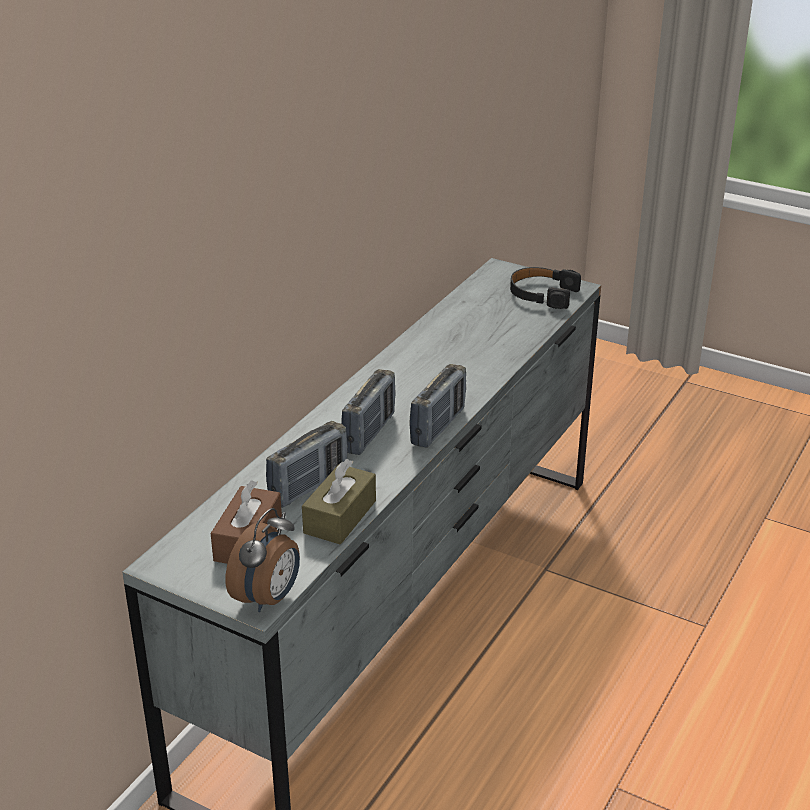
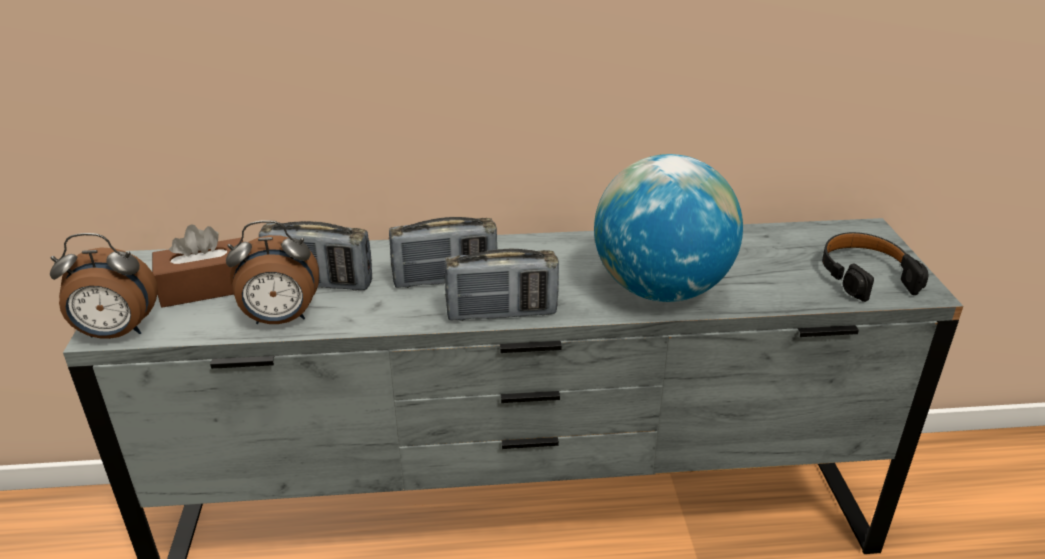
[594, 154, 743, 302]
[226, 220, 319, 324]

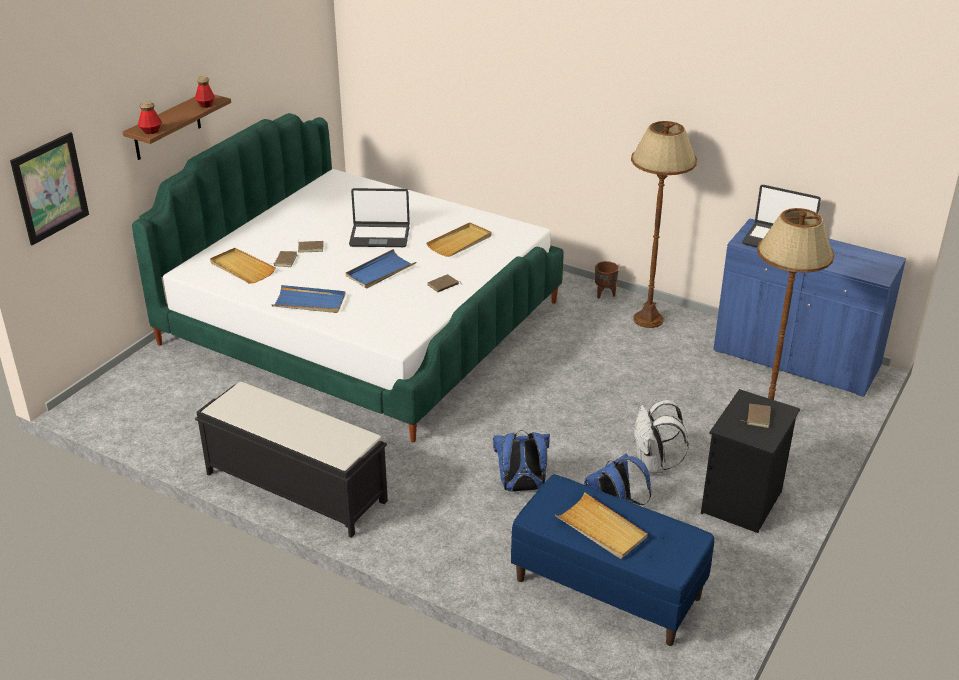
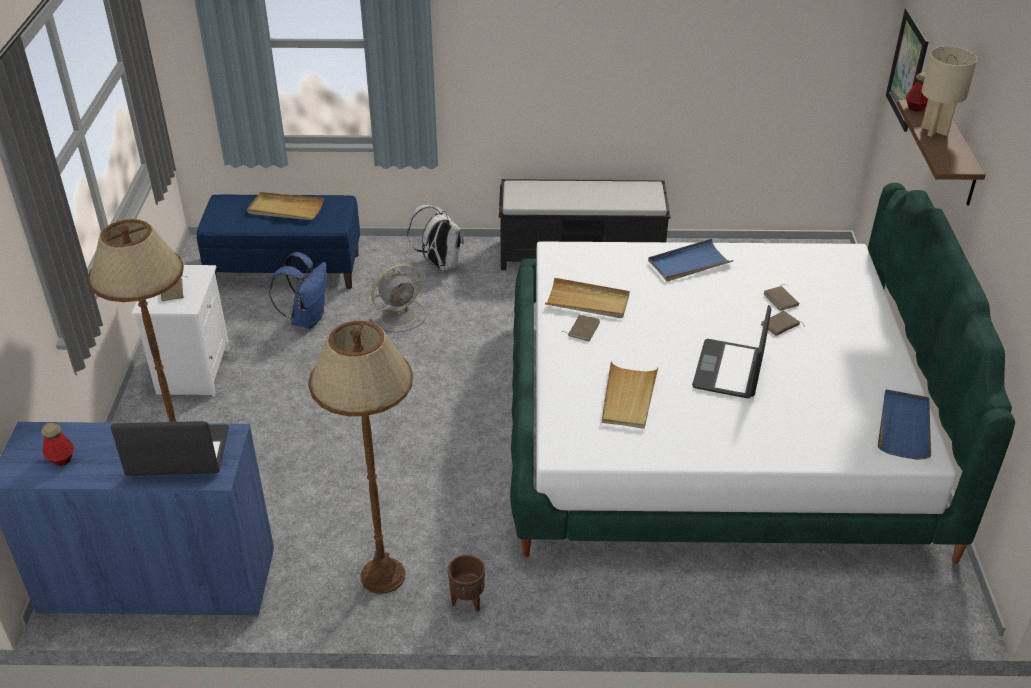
[921, 46, 977, 137]
[41, 423, 74, 466]
[545, 278, 630, 318]
[878, 390, 931, 460]
[407, 205, 464, 271]
[369, 264, 426, 333]
[131, 265, 230, 397]
[692, 305, 771, 398]

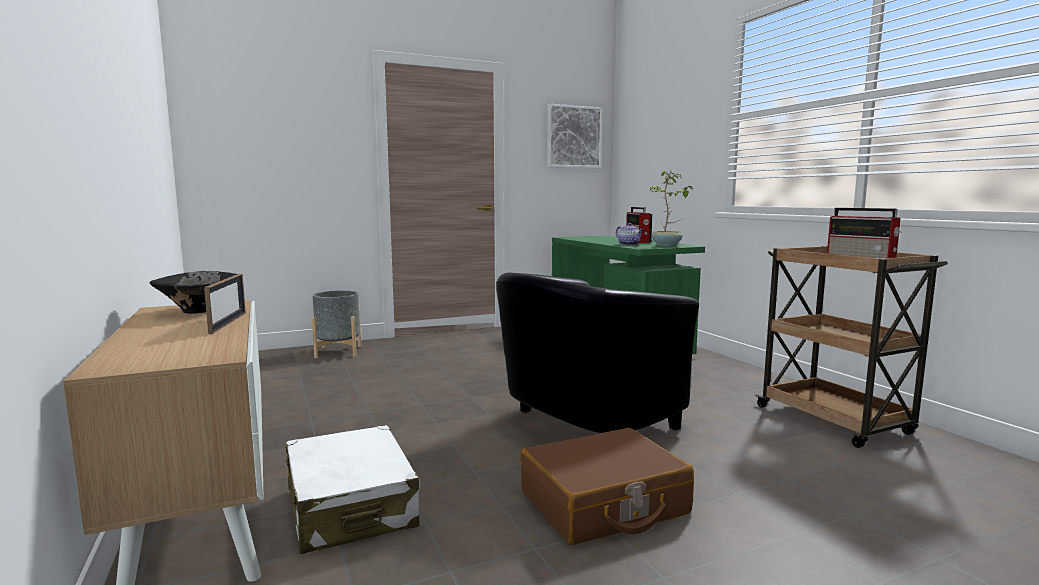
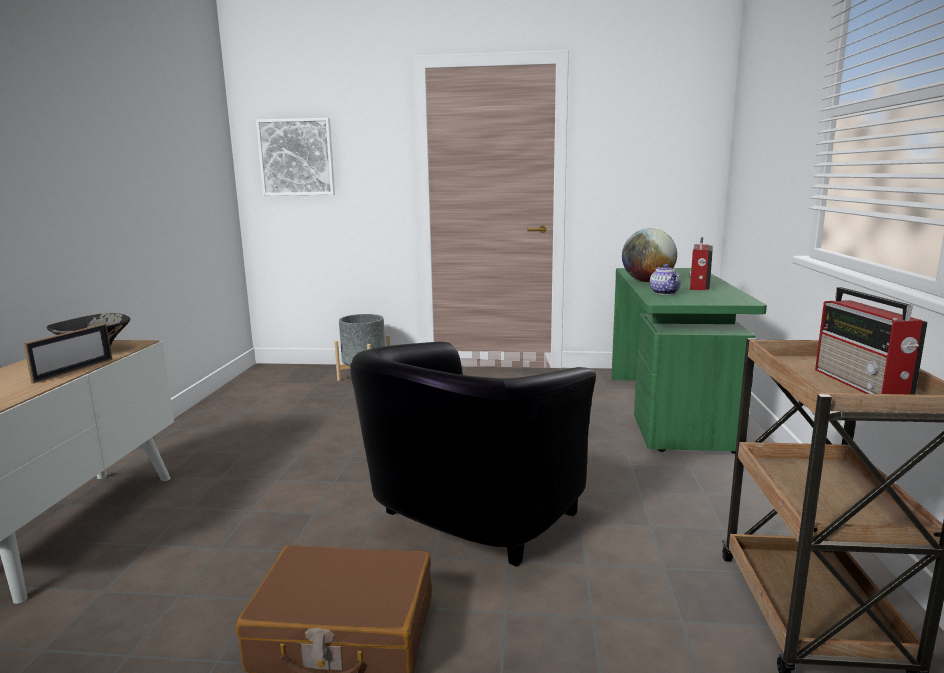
[286, 425, 419, 554] (first image)
[649, 170, 693, 246] (first image)
[622, 228, 677, 282]
[256, 118, 335, 196]
[350, 342, 596, 567]

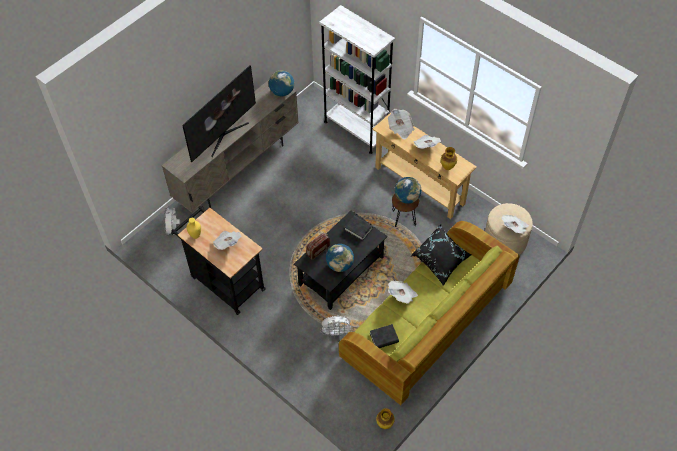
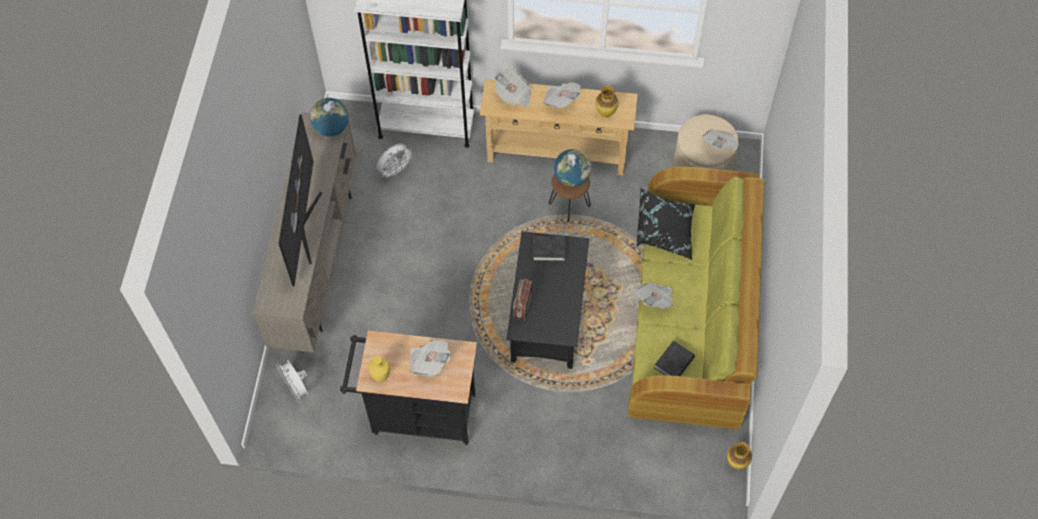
[326, 244, 354, 272] (first image)
[377, 144, 415, 180]

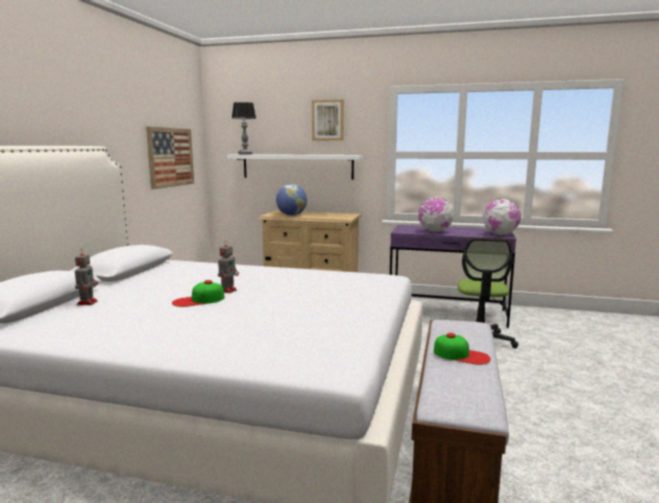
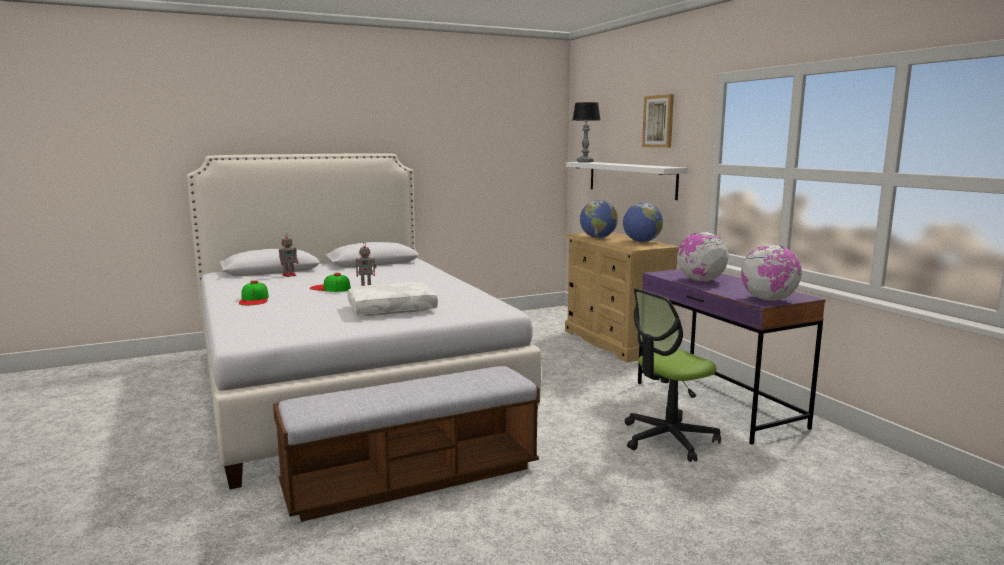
[146, 126, 194, 189] (first image)
[347, 282, 438, 316]
[623, 203, 663, 242]
[239, 280, 269, 305]

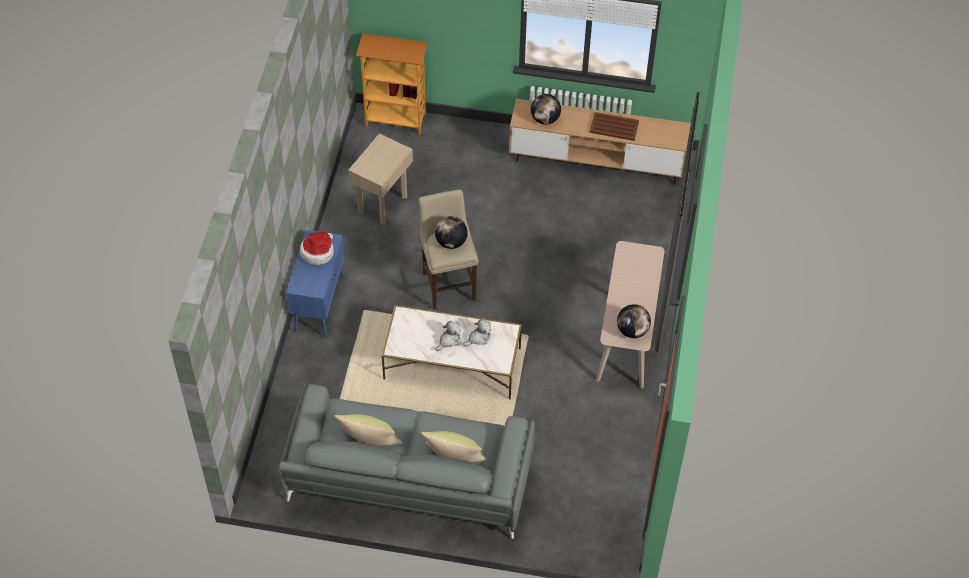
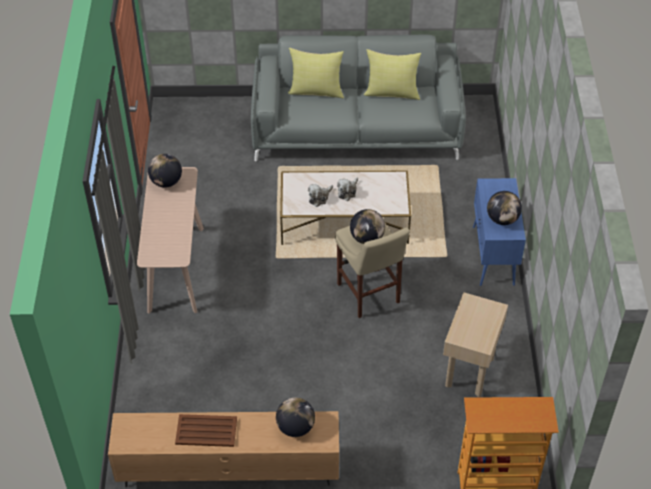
[487, 191, 522, 225]

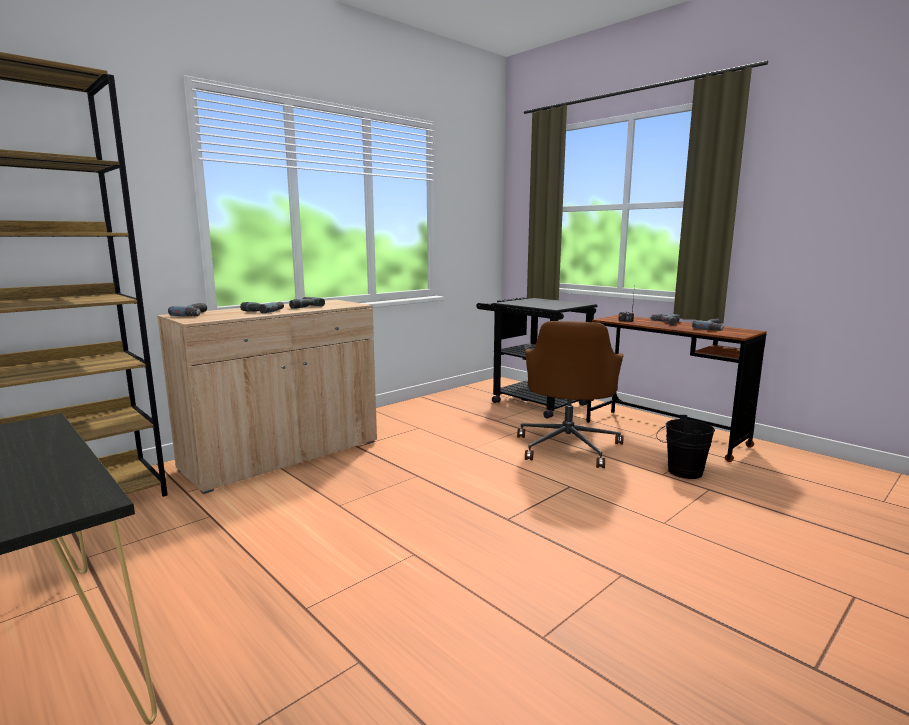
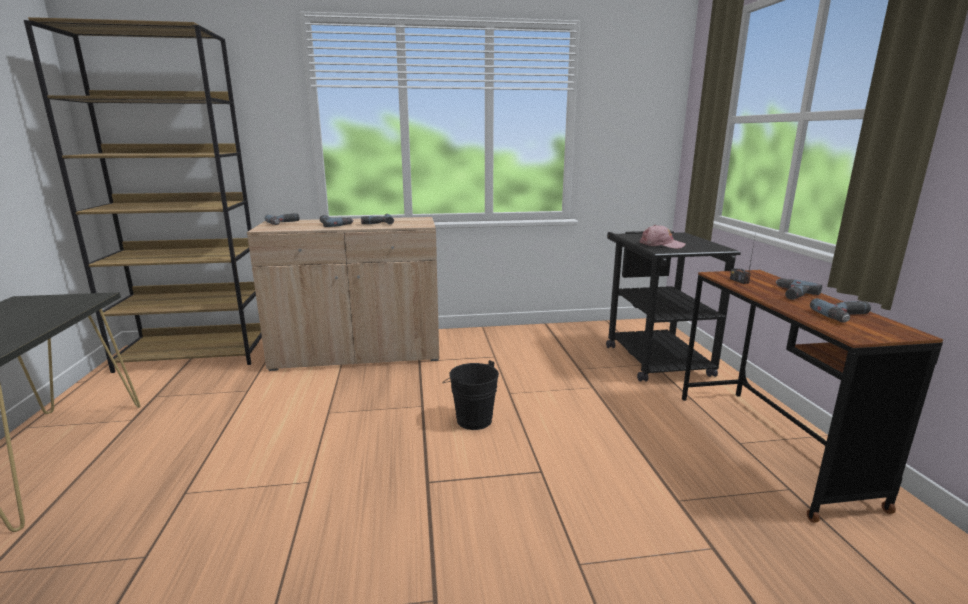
[517, 321, 623, 468] (first image)
[640, 225, 686, 249]
[442, 360, 499, 430]

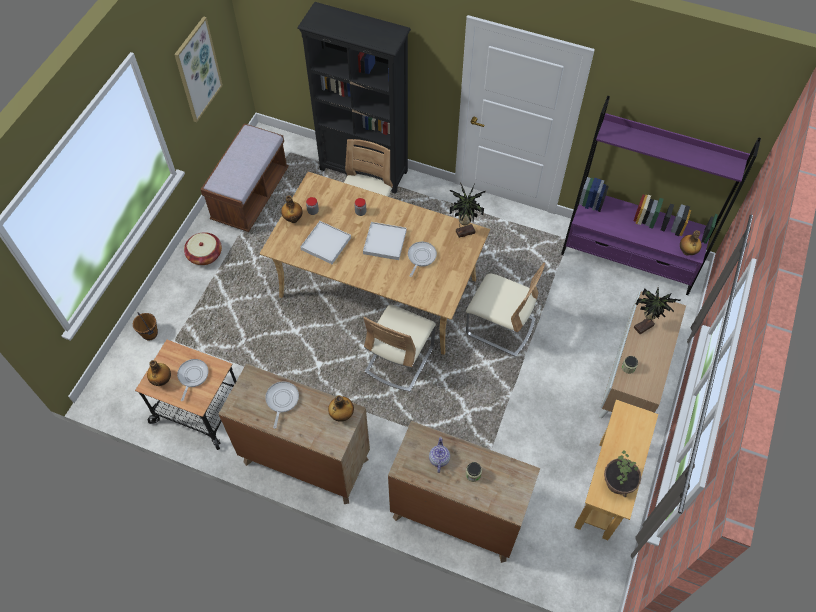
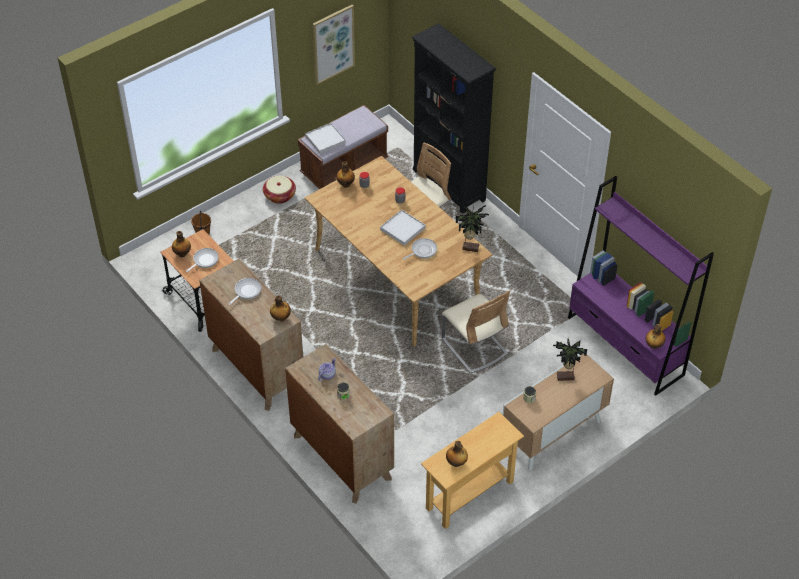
[364, 304, 436, 392] (first image)
[305, 123, 346, 154]
[446, 441, 468, 467]

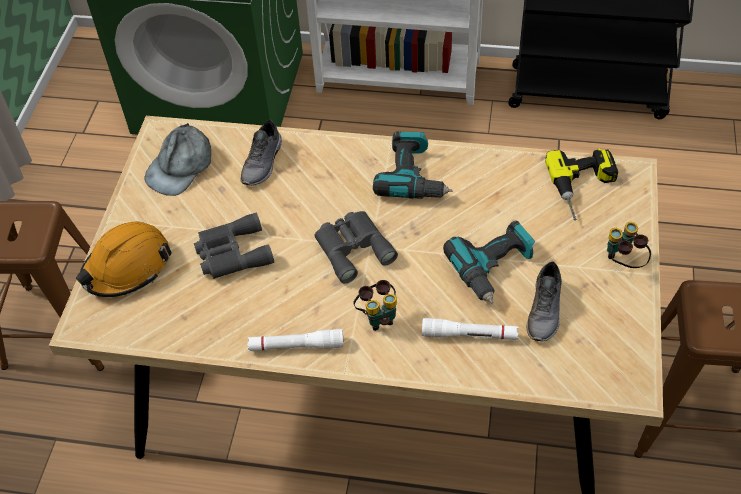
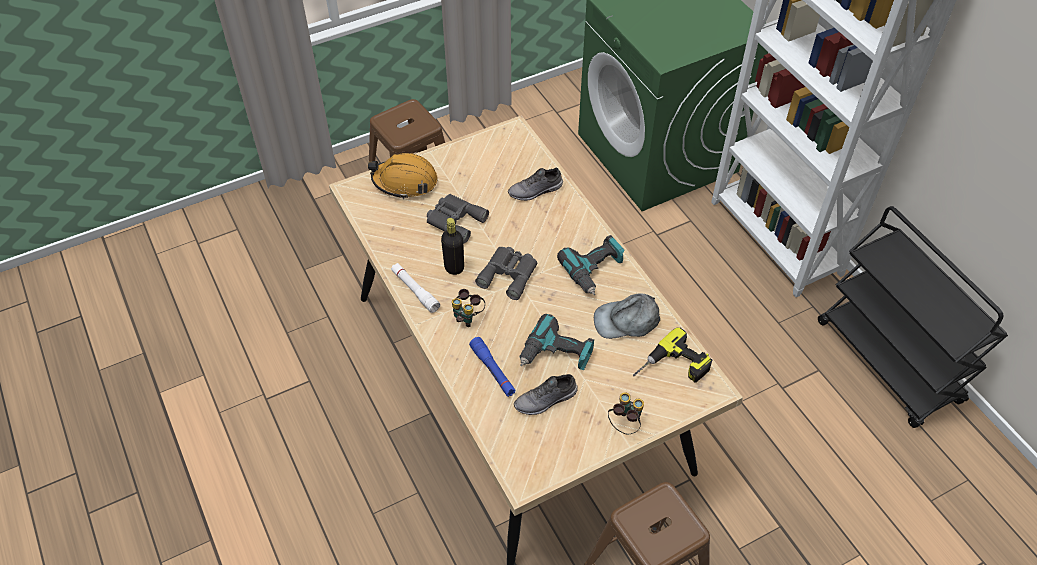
[441, 218, 464, 275]
[594, 293, 660, 339]
[469, 337, 516, 397]

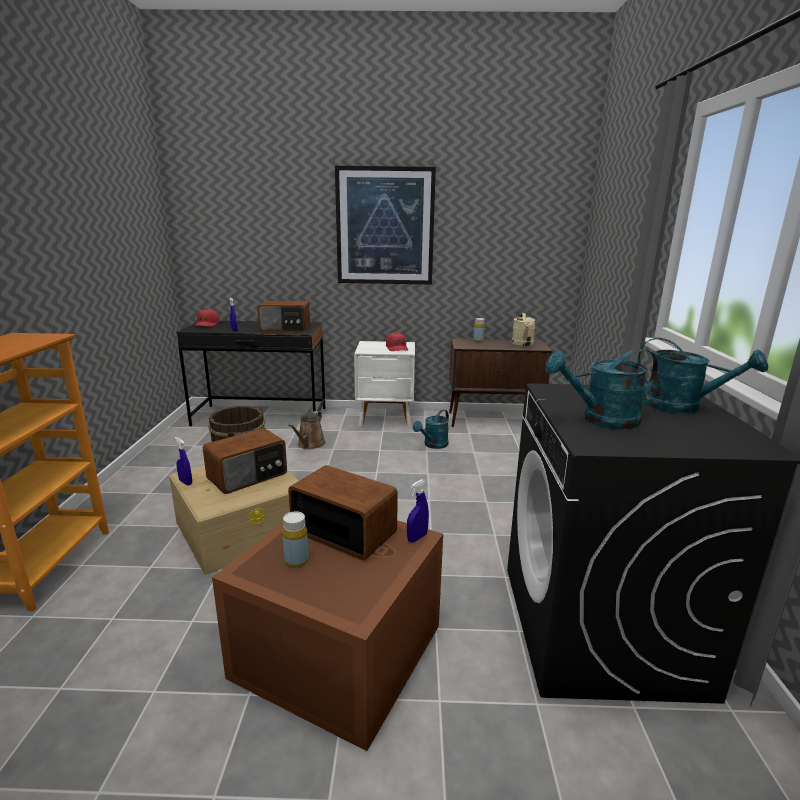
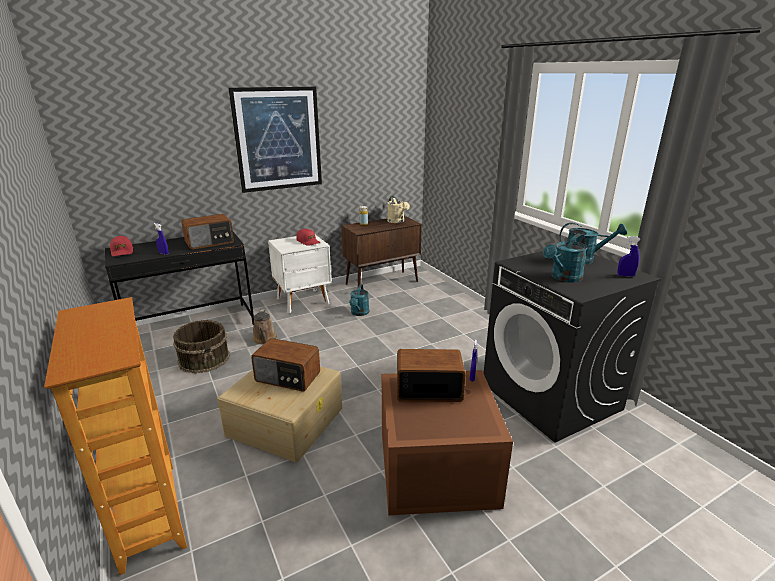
[283, 511, 309, 568] (first image)
[617, 236, 641, 277]
[251, 338, 320, 392]

